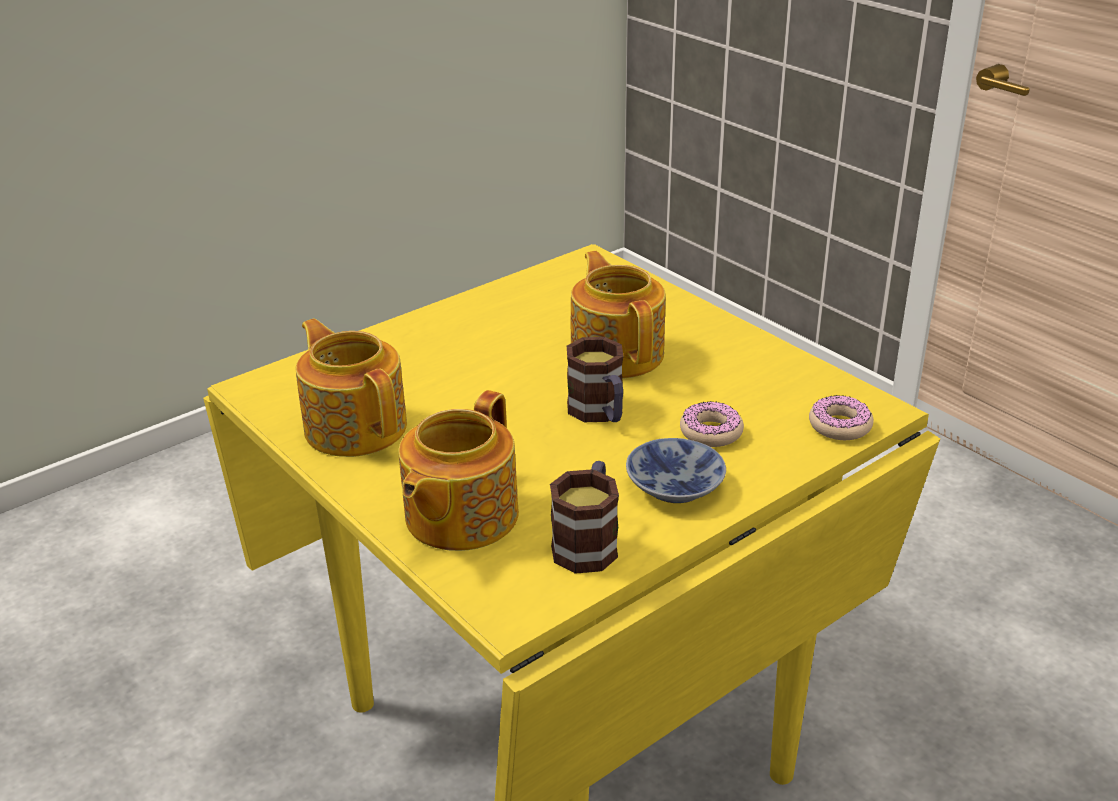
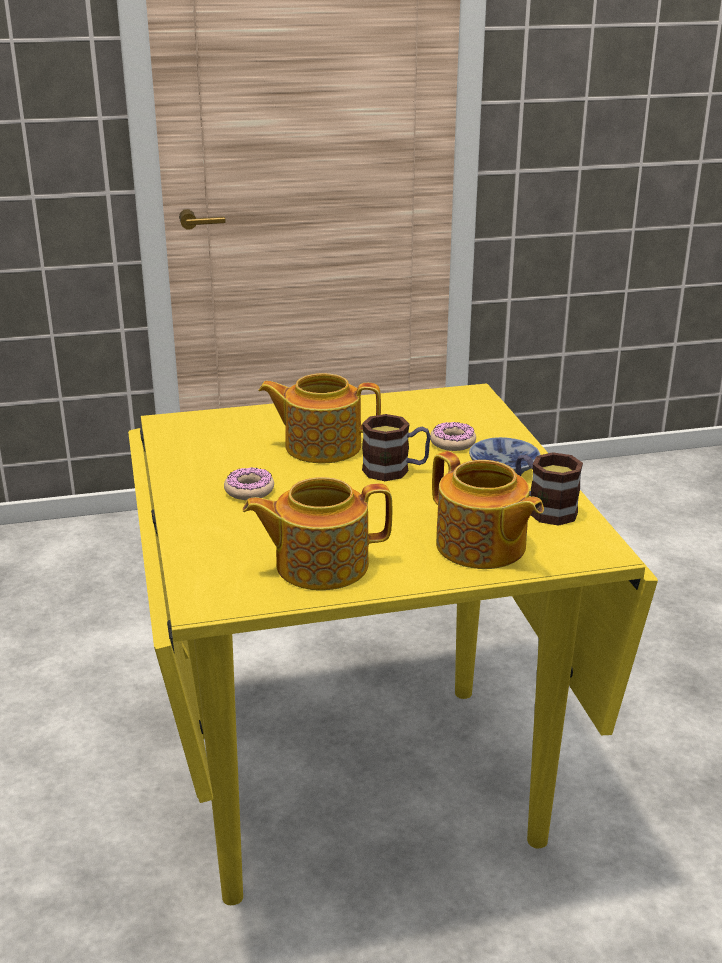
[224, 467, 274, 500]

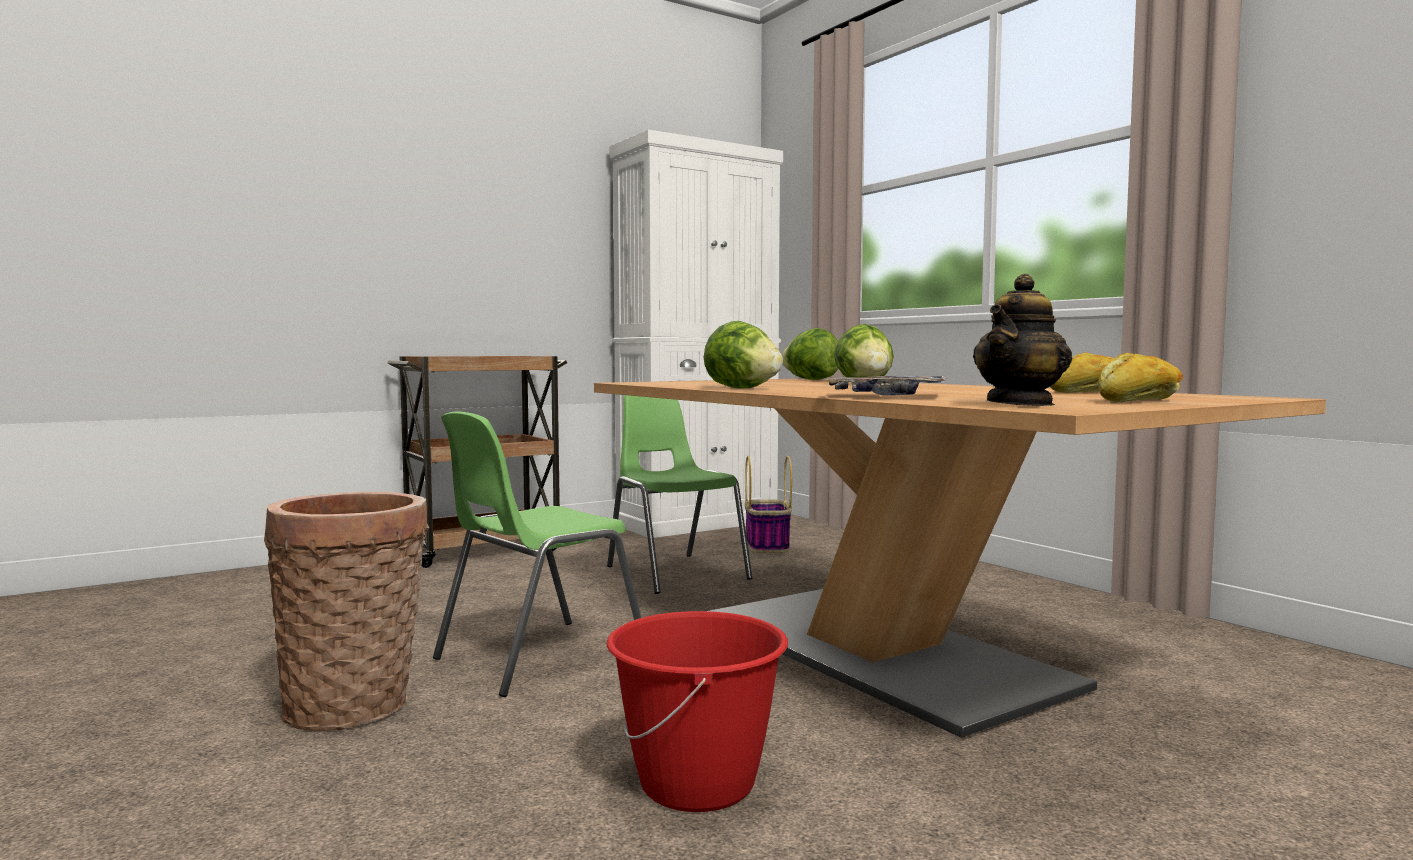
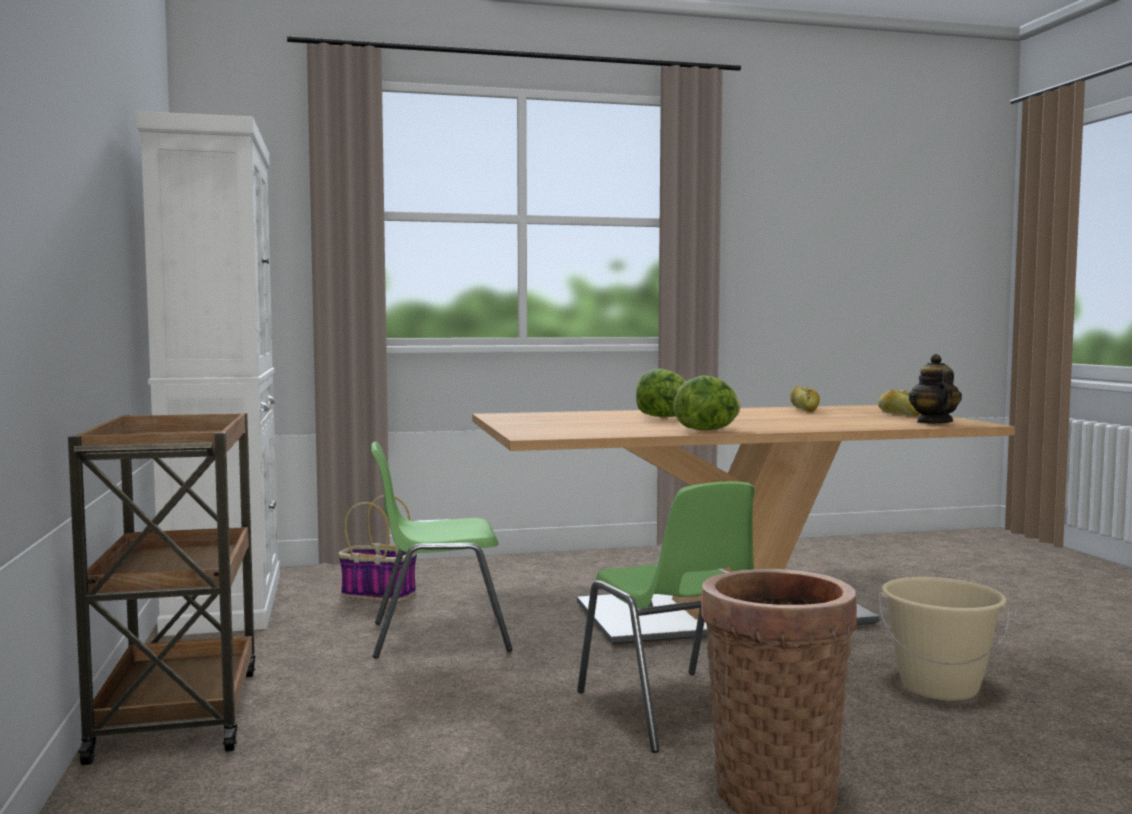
[782, 328, 839, 380] (first image)
[823, 376, 946, 395] (first image)
[879, 577, 1009, 701]
[909, 354, 962, 424]

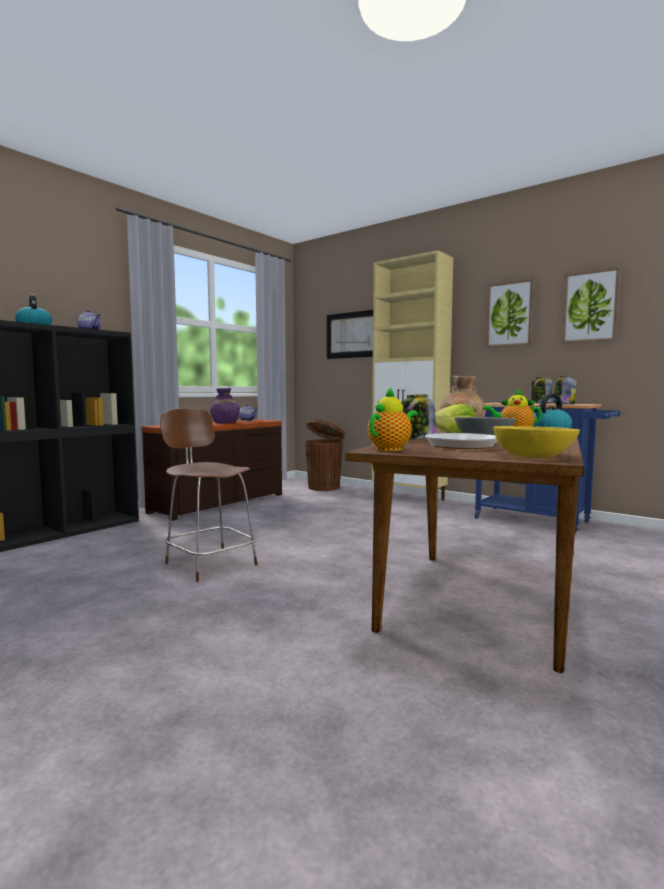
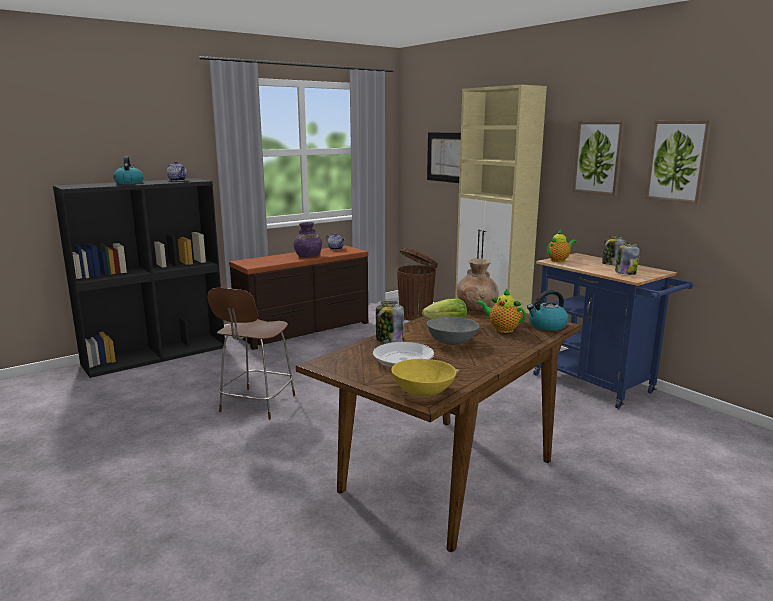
[547, 230, 576, 262]
[207, 288, 295, 420]

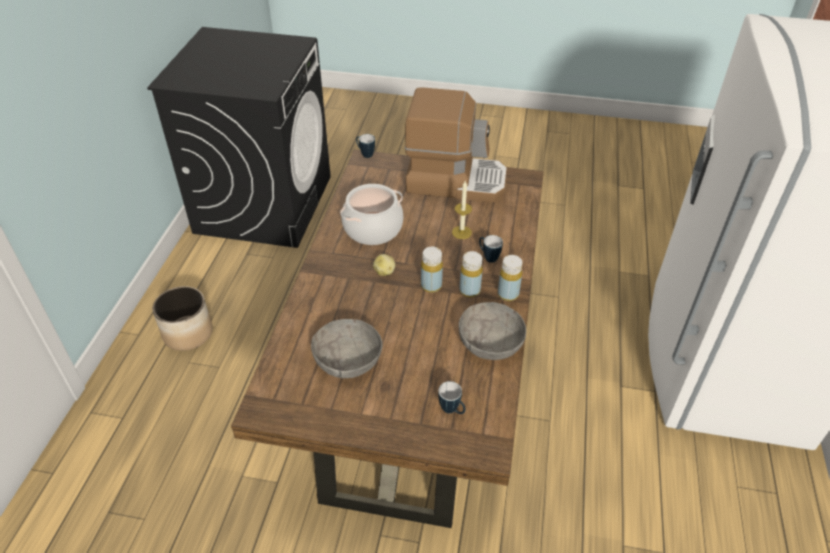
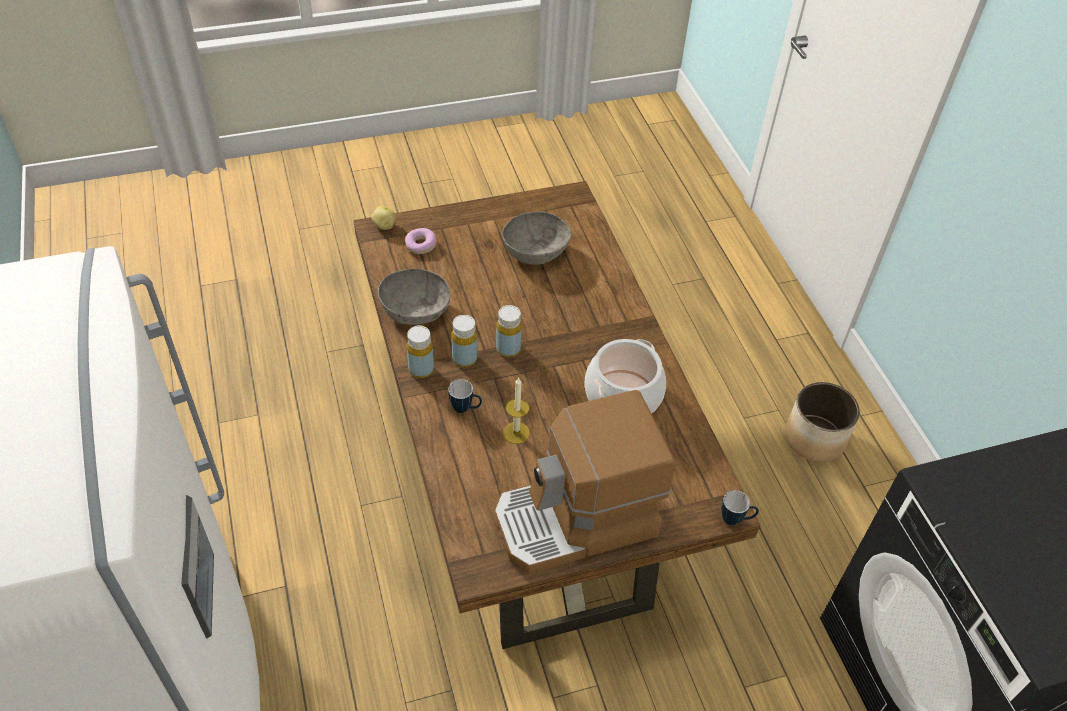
[371, 206, 396, 230]
[405, 228, 436, 254]

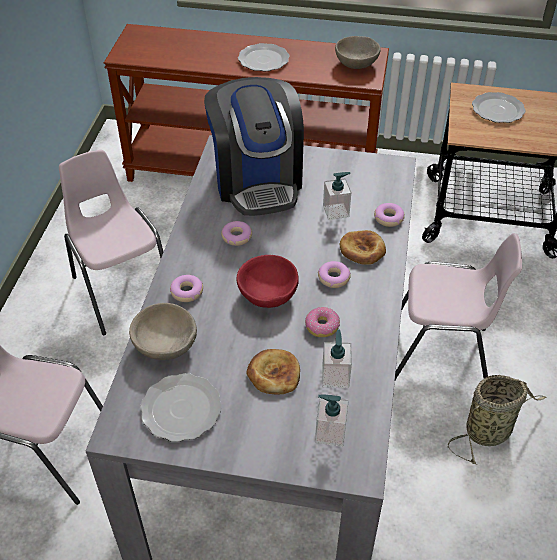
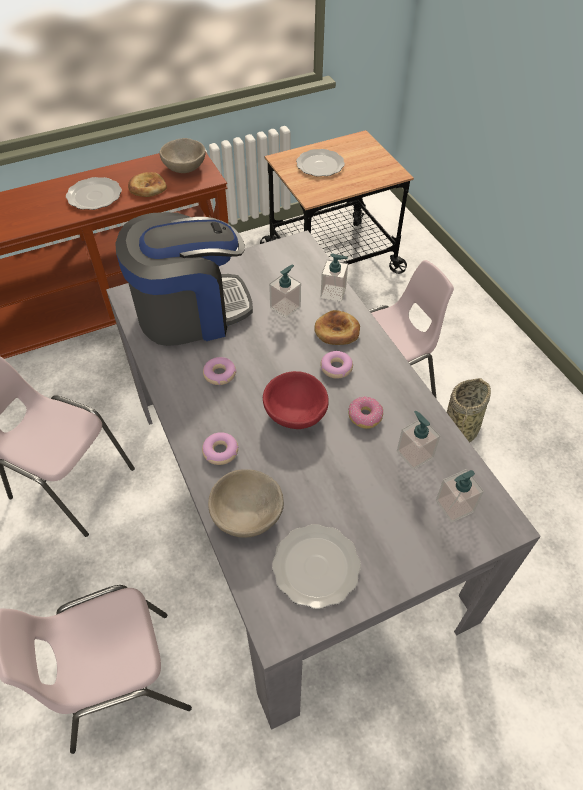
[128, 172, 167, 197]
[321, 253, 348, 302]
[115, 212, 253, 346]

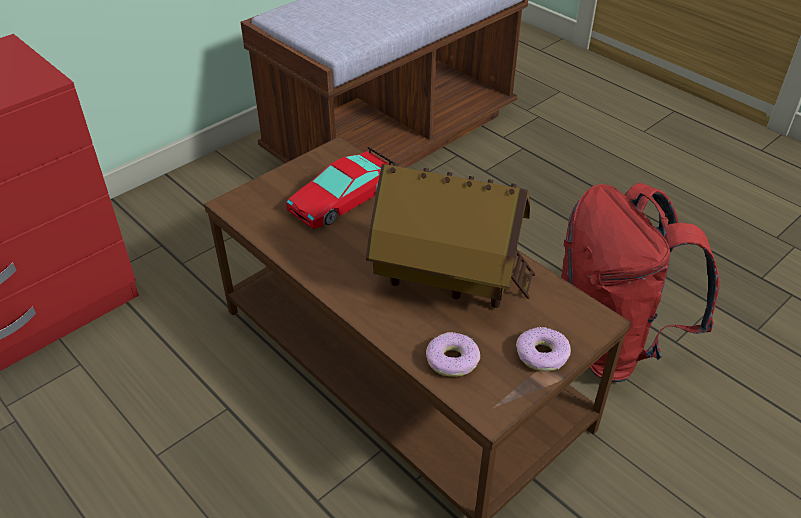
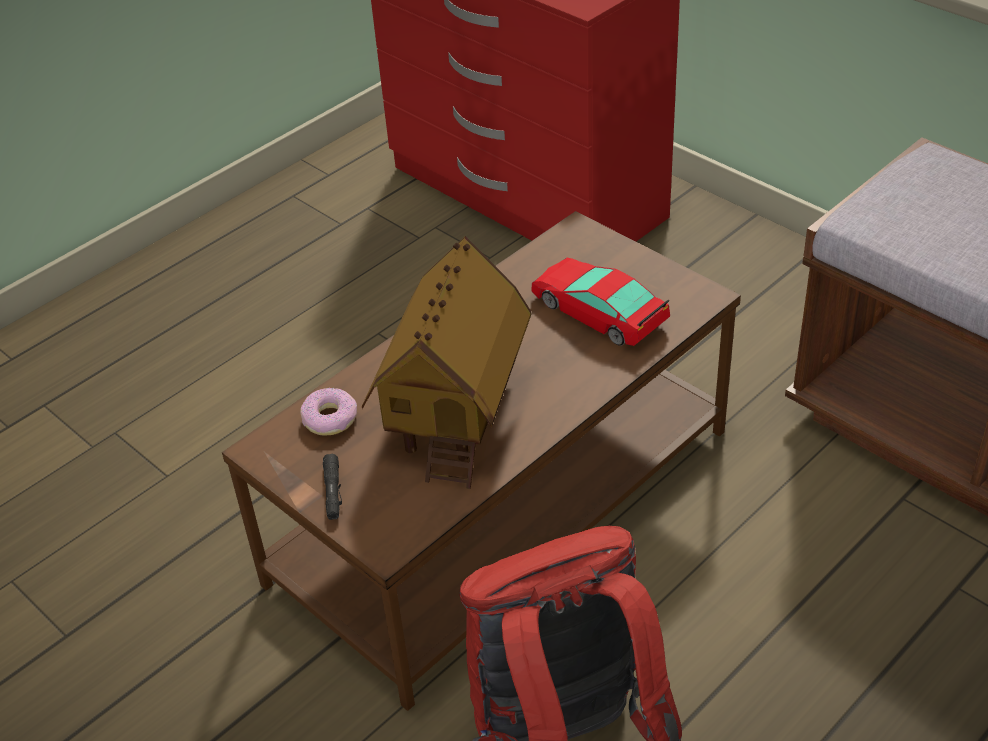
[323, 454, 342, 520]

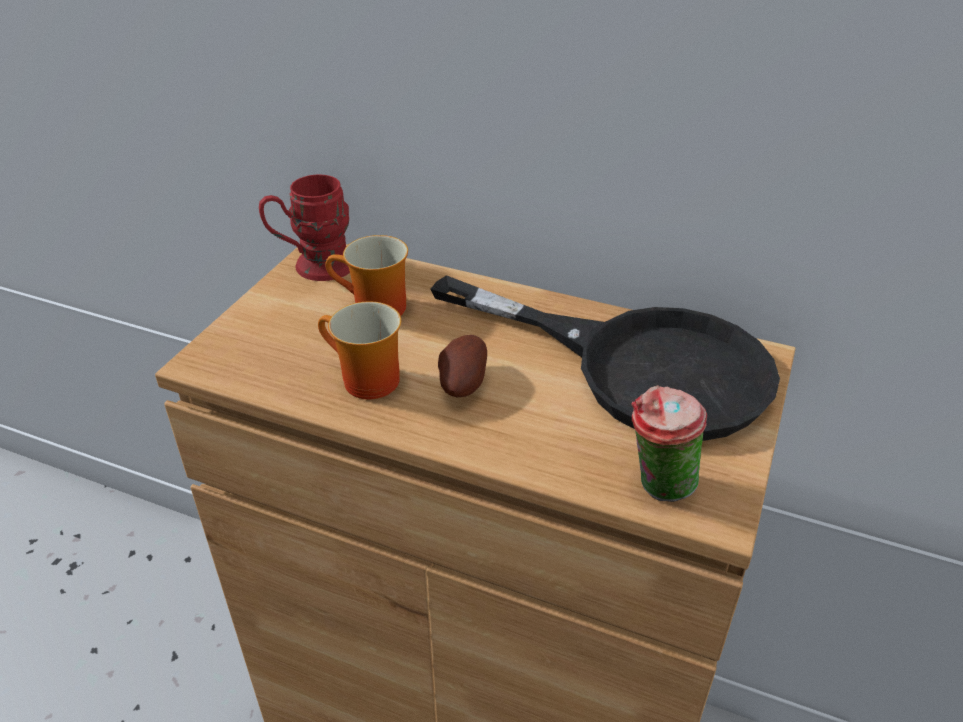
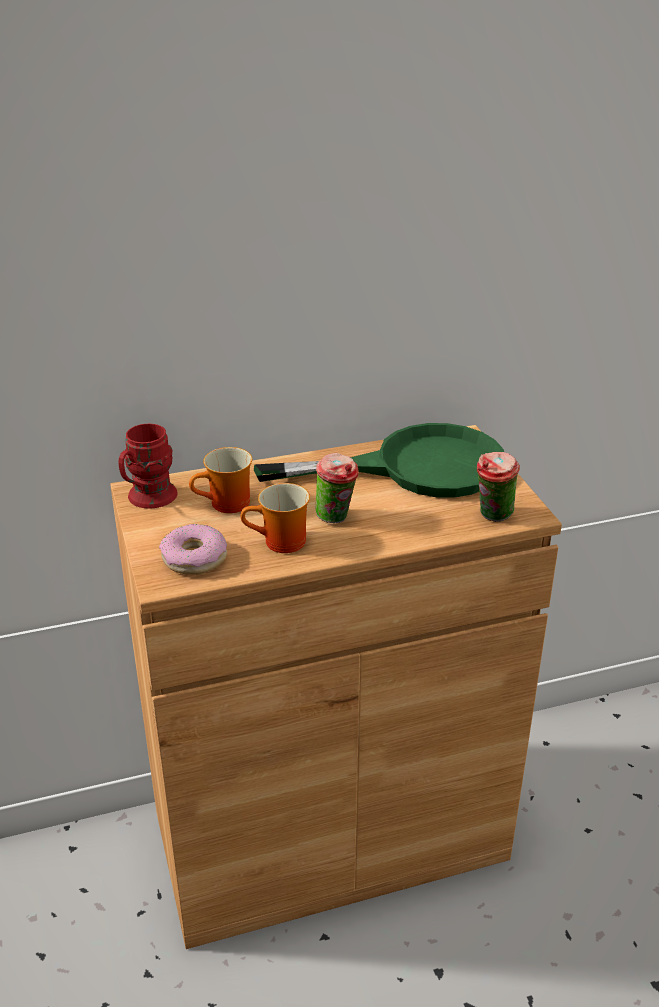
[159, 524, 227, 575]
[316, 453, 359, 523]
[254, 423, 504, 498]

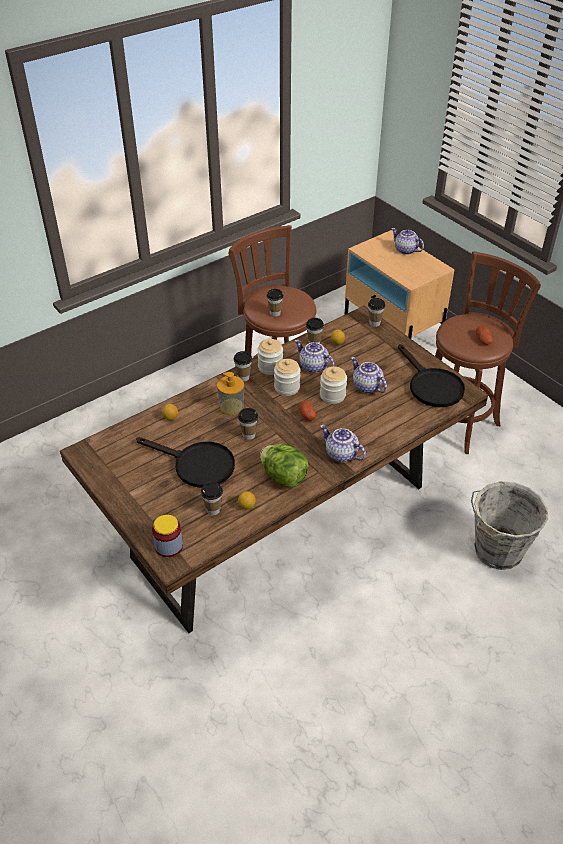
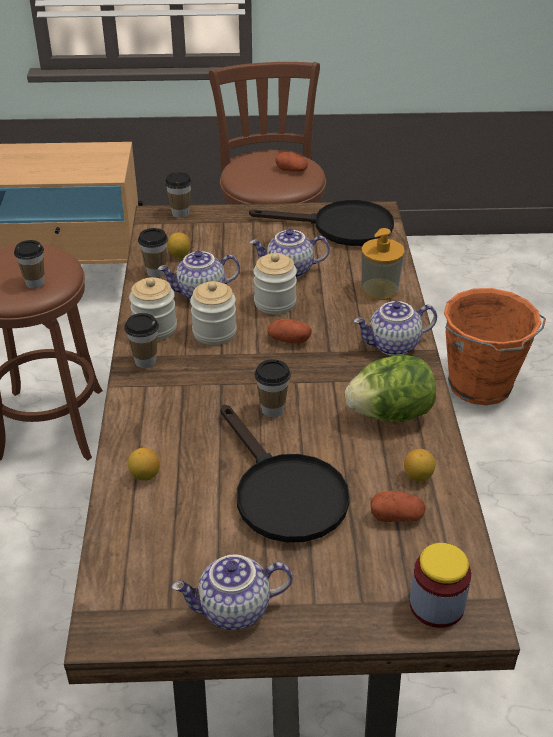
[361, 228, 405, 300]
[172, 555, 293, 630]
[370, 491, 425, 522]
[444, 288, 546, 405]
[221, 405, 350, 543]

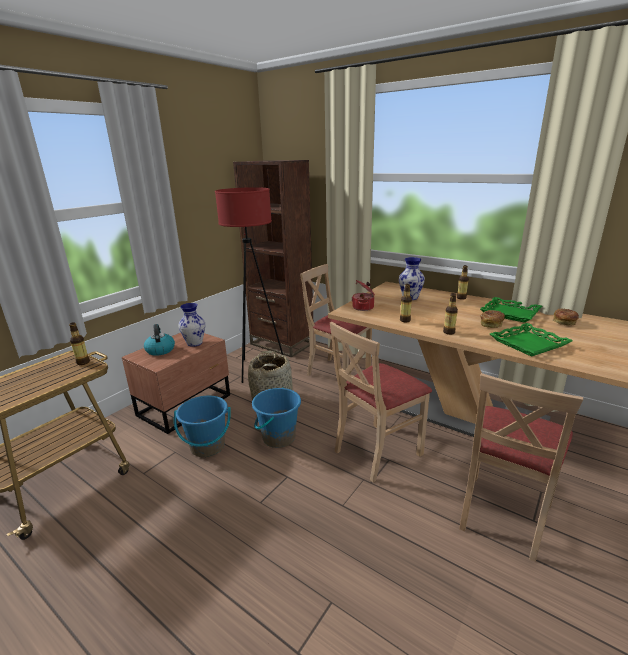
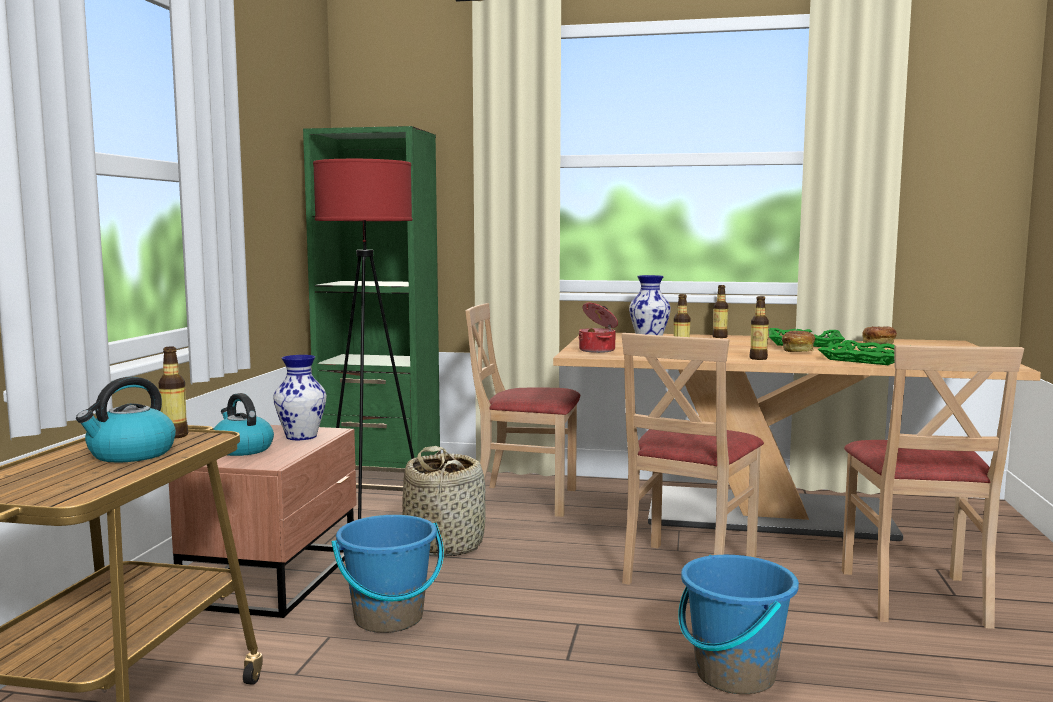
[76, 376, 176, 463]
[678, 555, 799, 694]
[303, 126, 441, 491]

